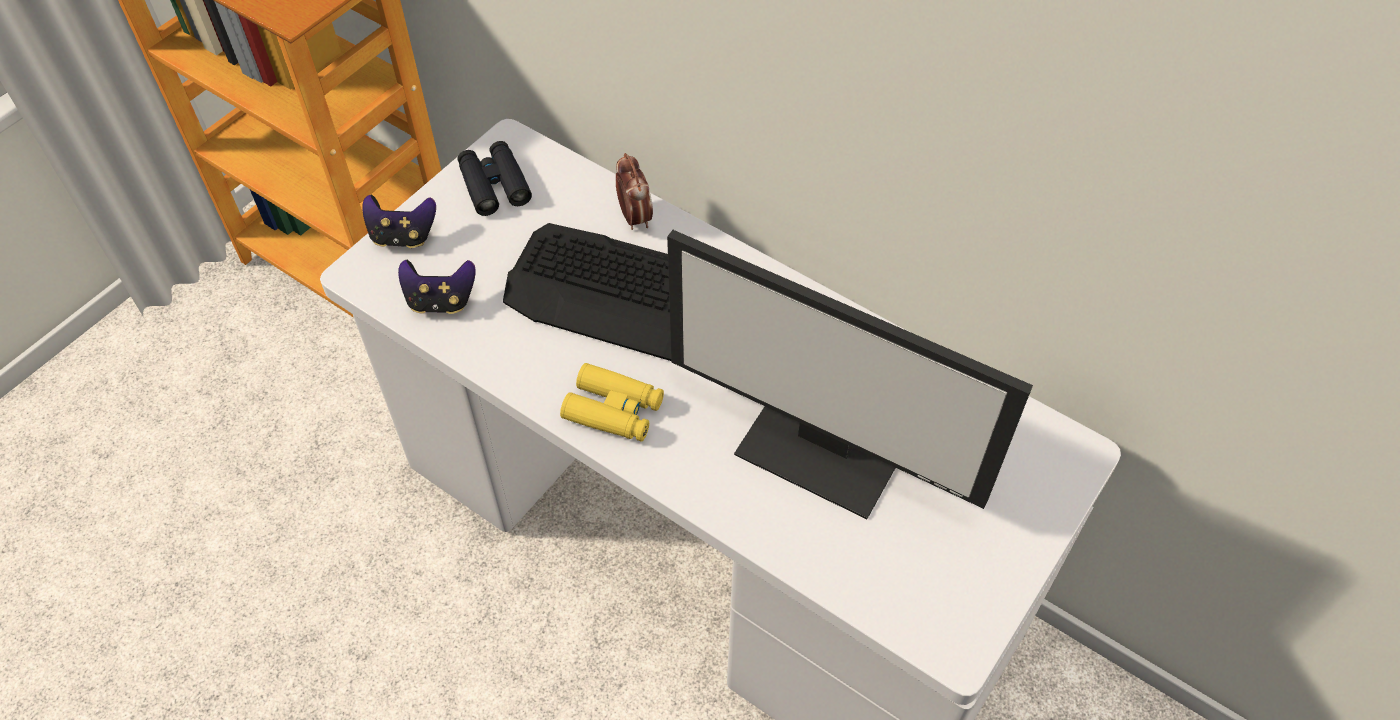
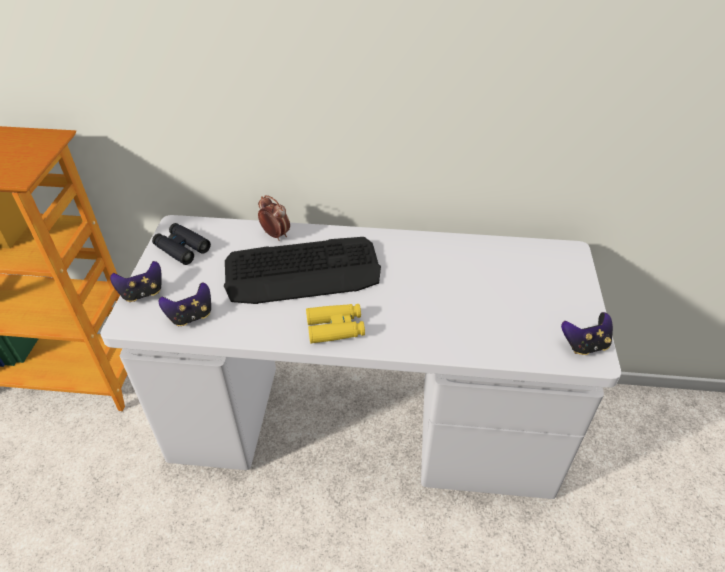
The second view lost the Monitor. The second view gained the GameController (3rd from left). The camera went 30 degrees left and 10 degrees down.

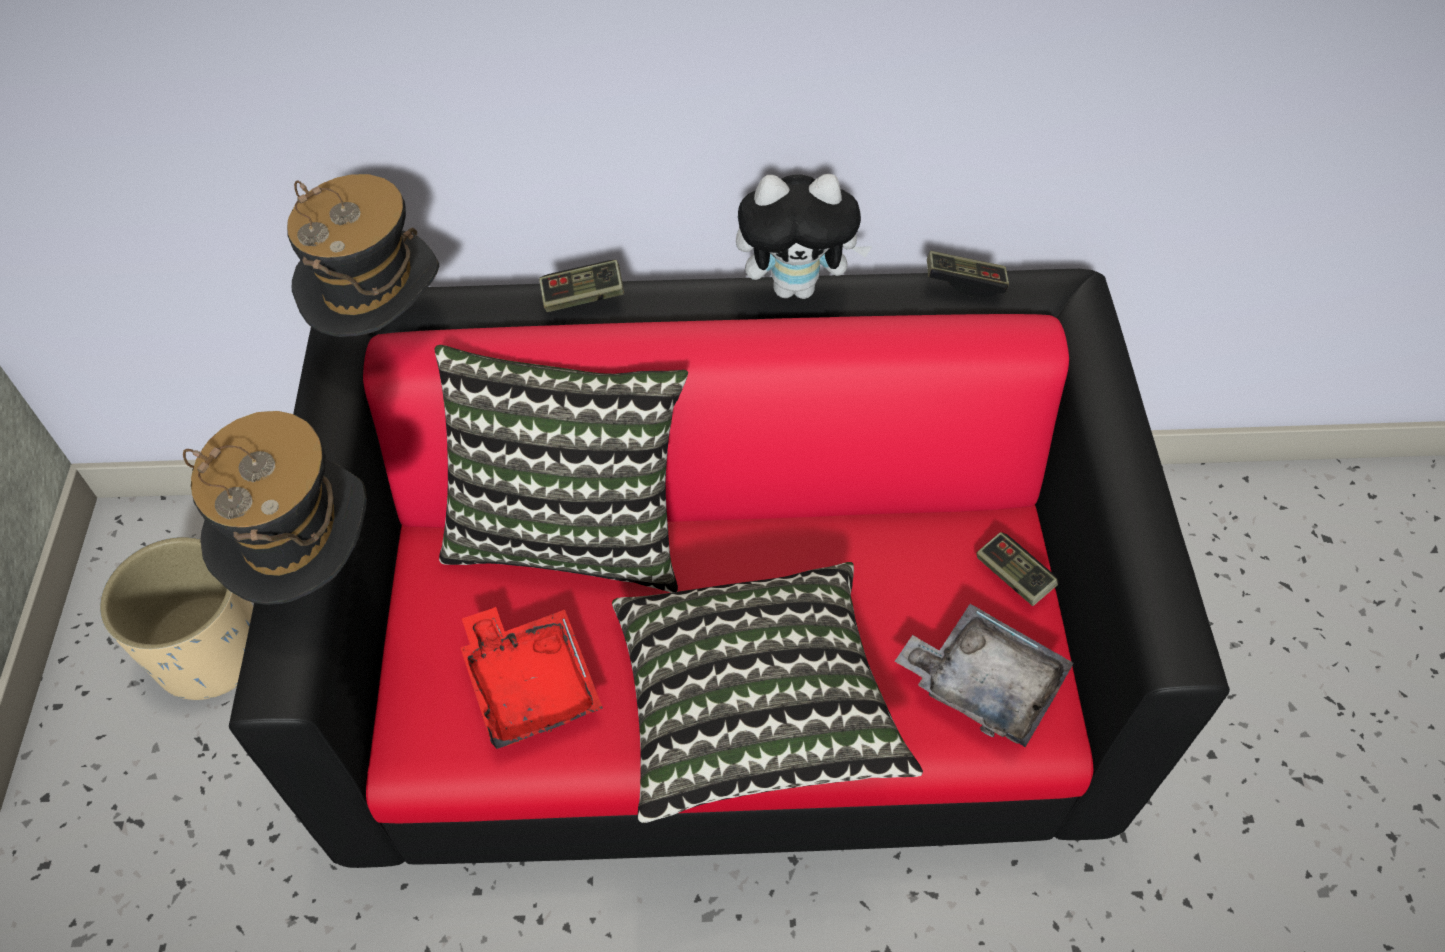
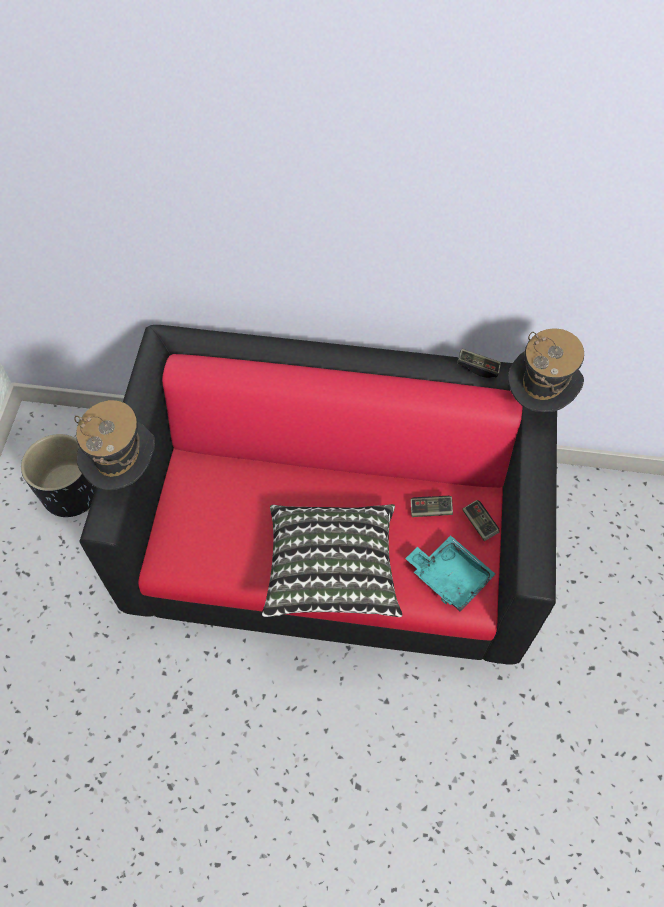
The second view lost the Pillow (1st from left). The second view lost the RedTray. The second view lost the PlushToy. The Hat (2nd from left) ended up elsewhere. The GameController (1st from left) ended up elsewhere. What was the BeigePlanter turned into the BlackPlanter. What was the GreyTray turned into the TurquoiseTray. The camera went 10 degrees right and 5 degrees up.

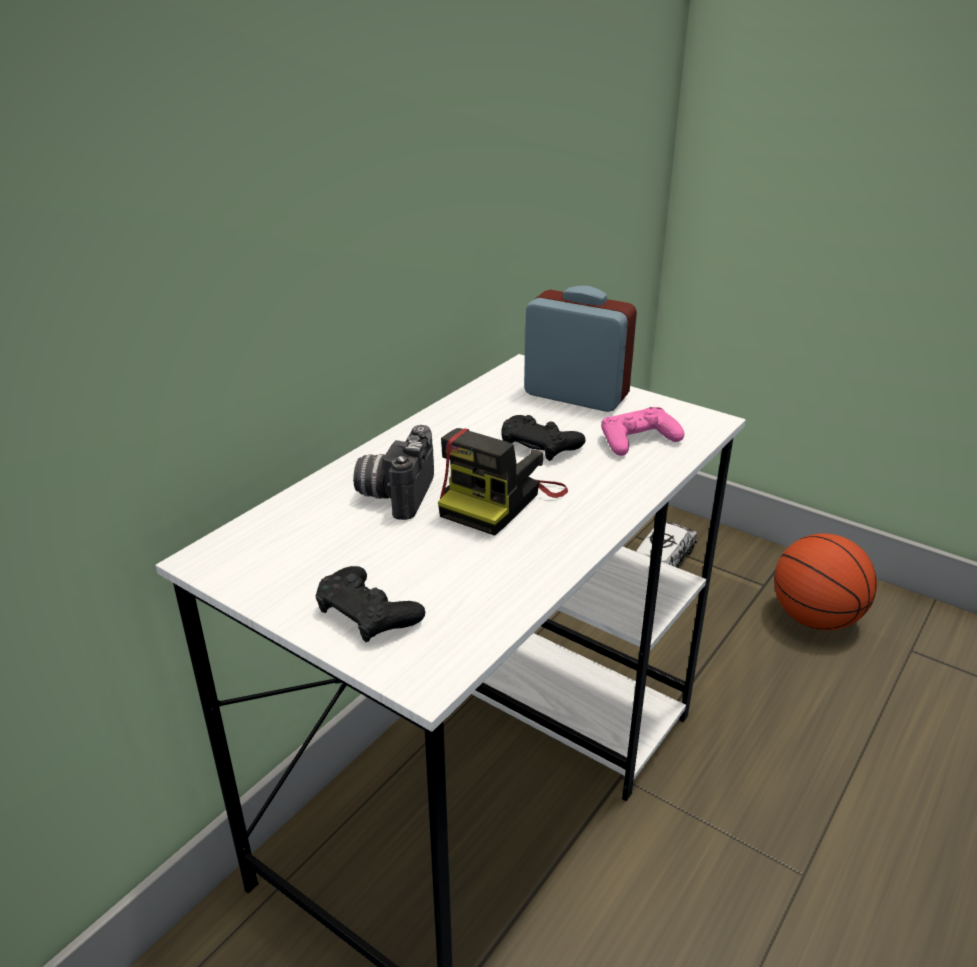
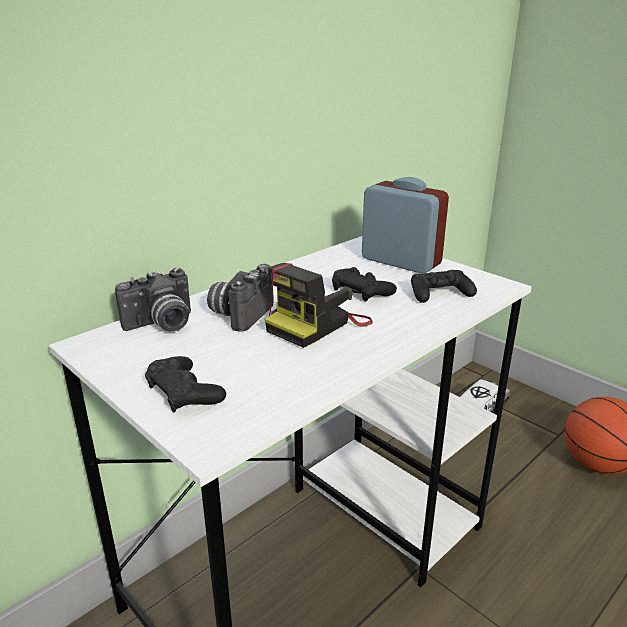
The second view gained the PhotoCamera (1st from left). What was the PinkGameController turned into the BlackGameController (3rd from left). The camera went 10 degrees right and 5 degrees down.

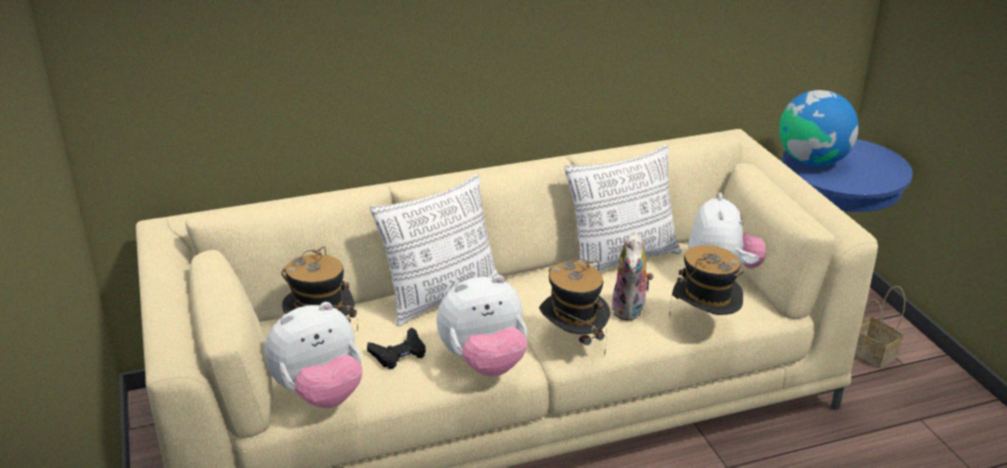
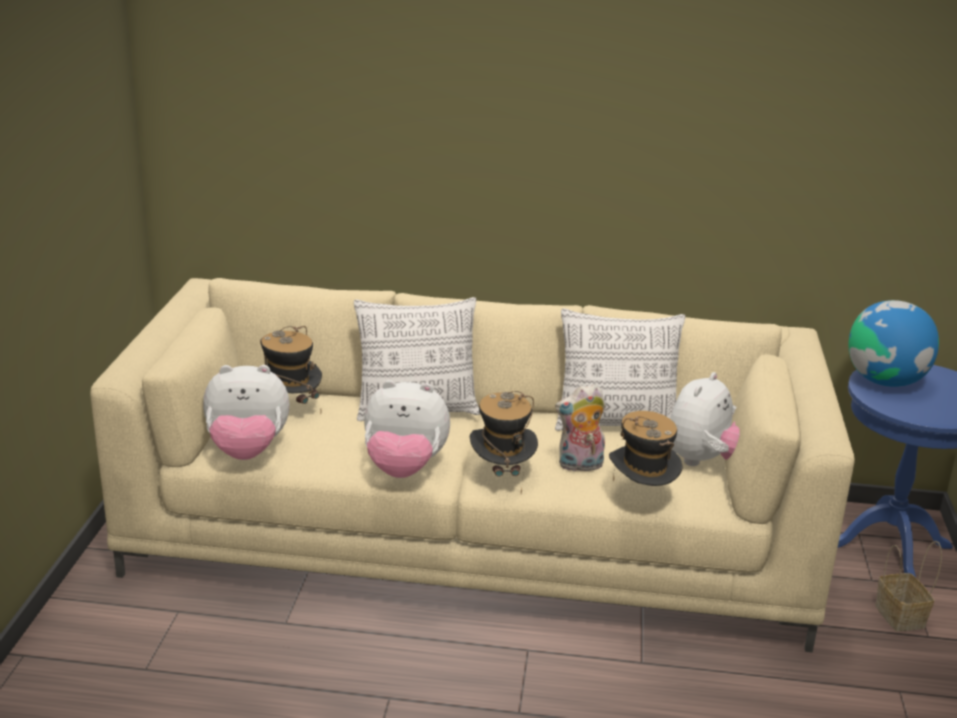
The second view lost the BlackGameController. The PlushToy (3rd from left) ended up facing another way, 45 degrees clockwise from before. The camera went 25 degrees right and 5 degrees down.

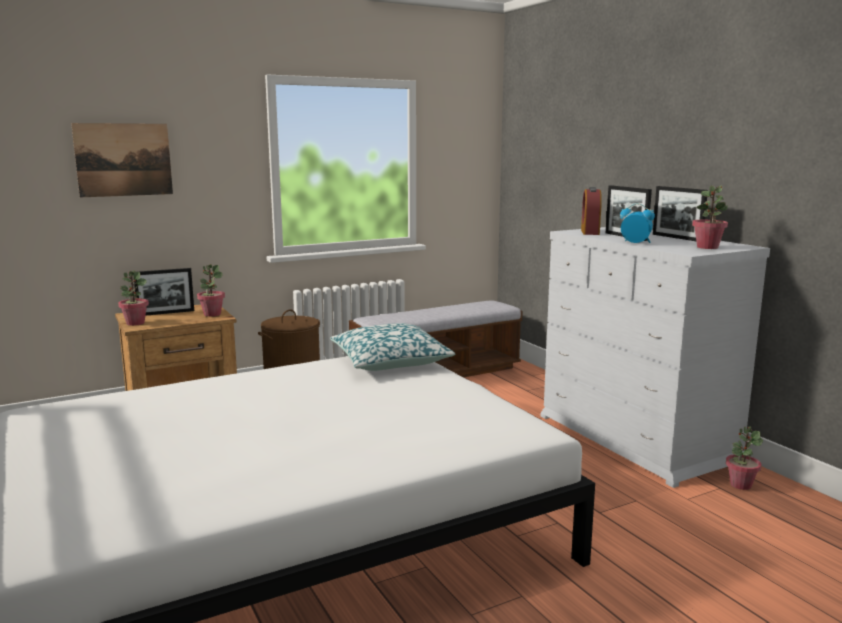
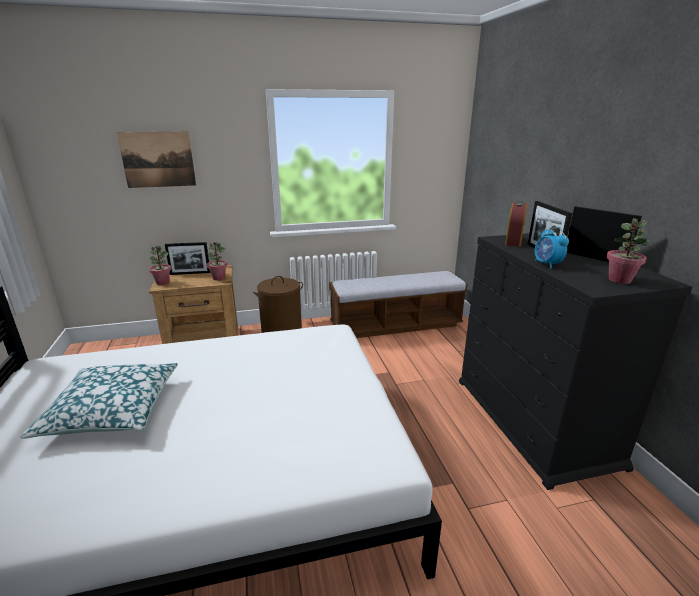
The second view lost the PottedPlant (4th from left). The Pillow ended up elsewhere. What was the WhiteDresser turned into the BlackDresser. The AlarmClock (2nd from left) ended up facing another way, 150 degrees counterclockwise from before. The PictureFrame (3rd from left) ended up facing another way, 150 degrees clockwise from before. The camera went 15 degrees right and 10 degrees up.

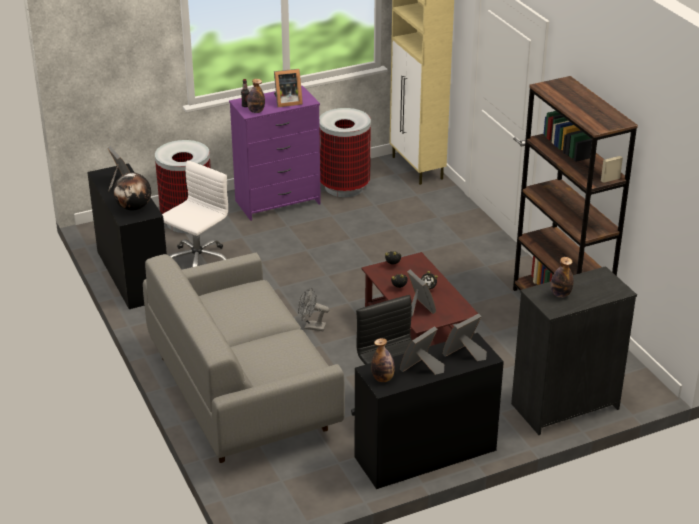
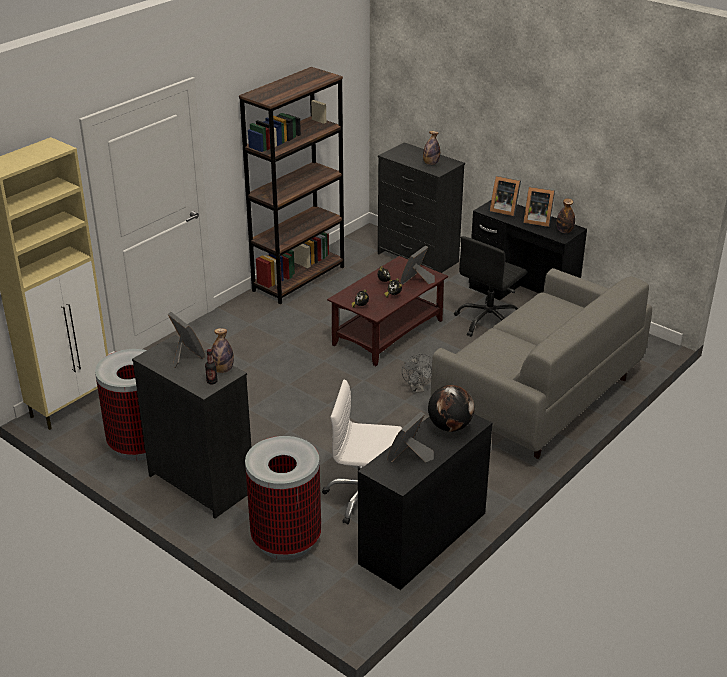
What was the PurpleDresser turned into the BlackDresser (1st from left). The camera went 115 degrees left and 0 degrees up.

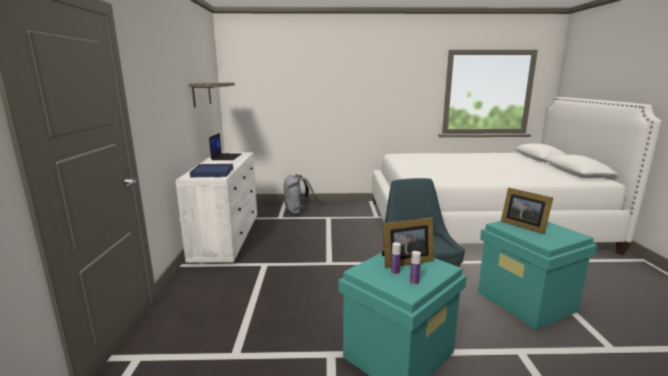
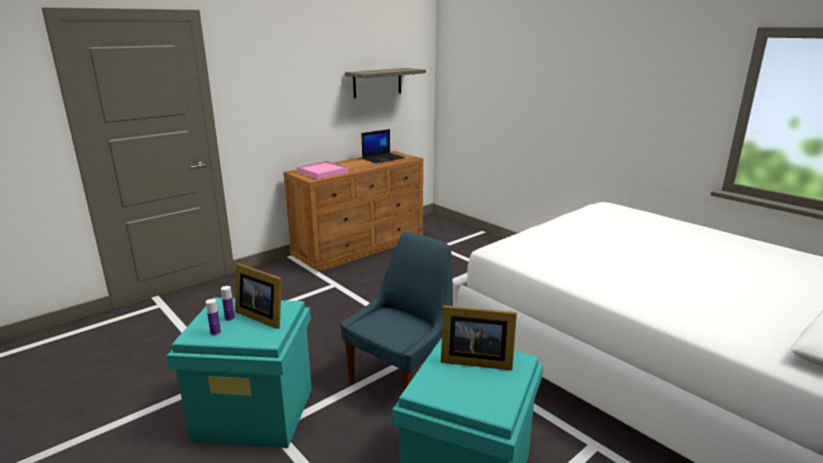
The second view lost the GreyBackpack. What was the WhiteDresser turned into the BrownDresser. What was the BlueTray turned into the PinkTray. The PictureFrame (2nd from left) ended up facing another way, 90 degrees counterclockwise from before. The camera went 50 degrees right and 5 degrees up.

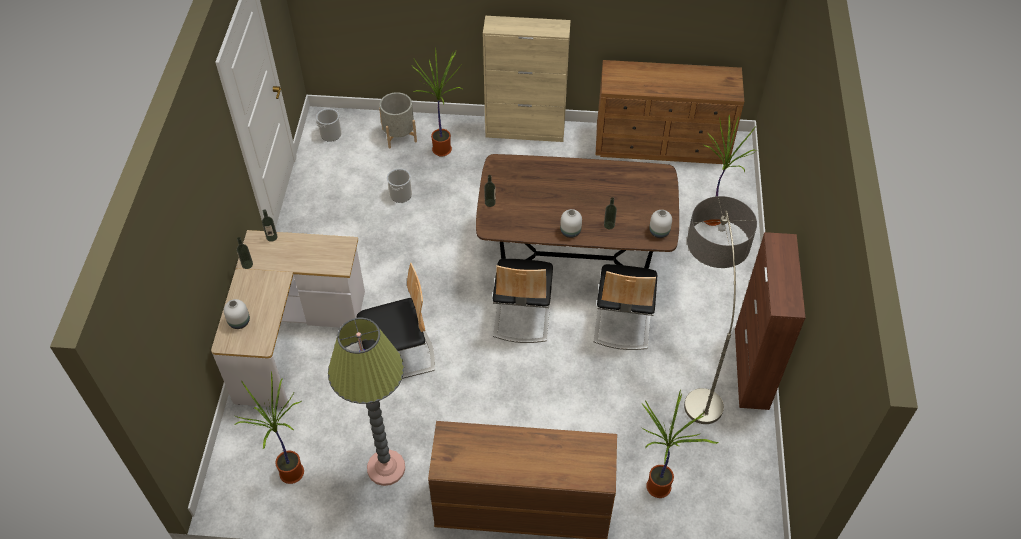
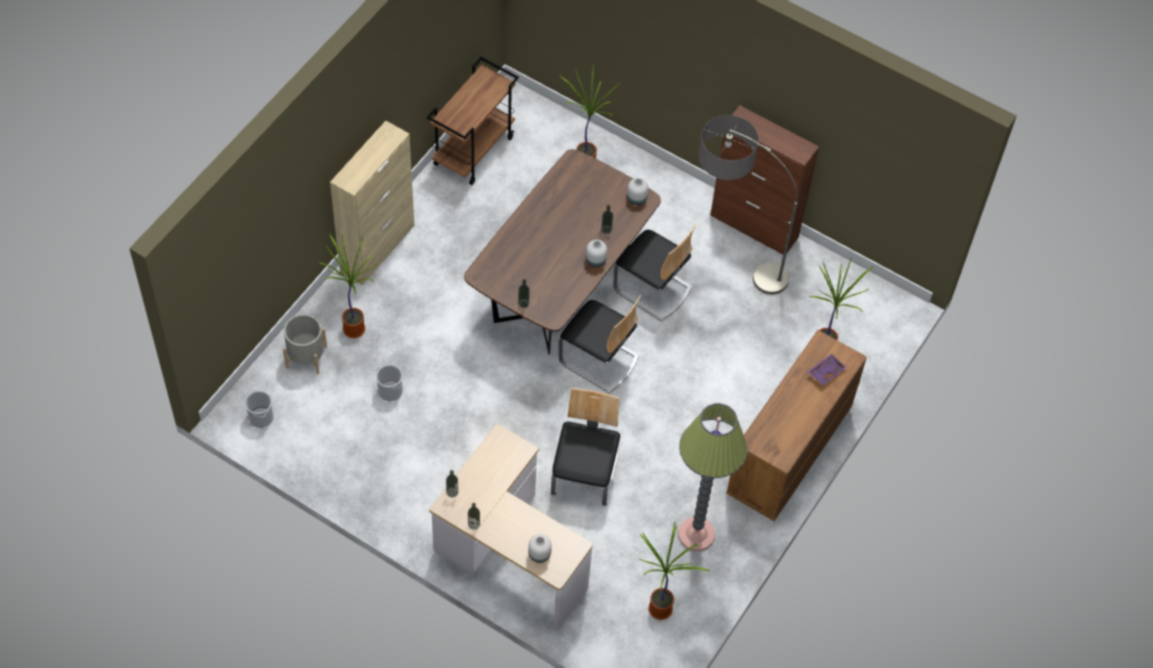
The second view gained the PurpleTray. Where the BrownDresser (2nd from left) stood, the BrownCart came to stand. The camera went 65 degrees left and 5 degrees up.

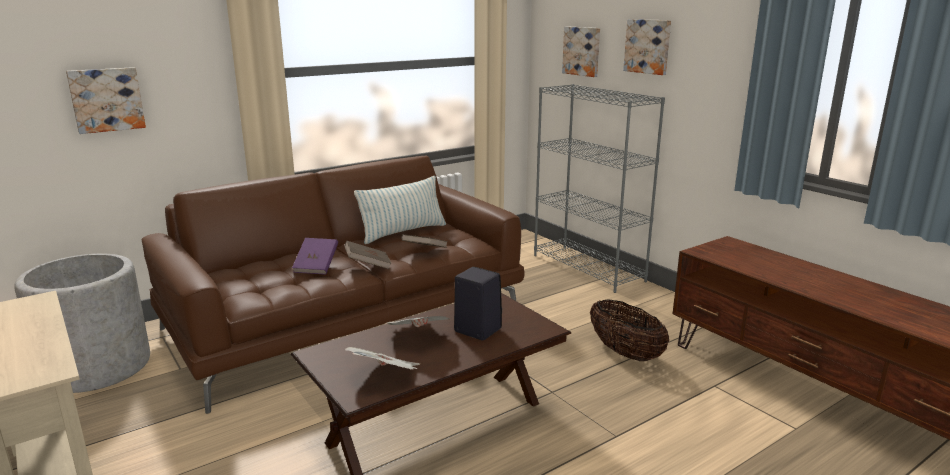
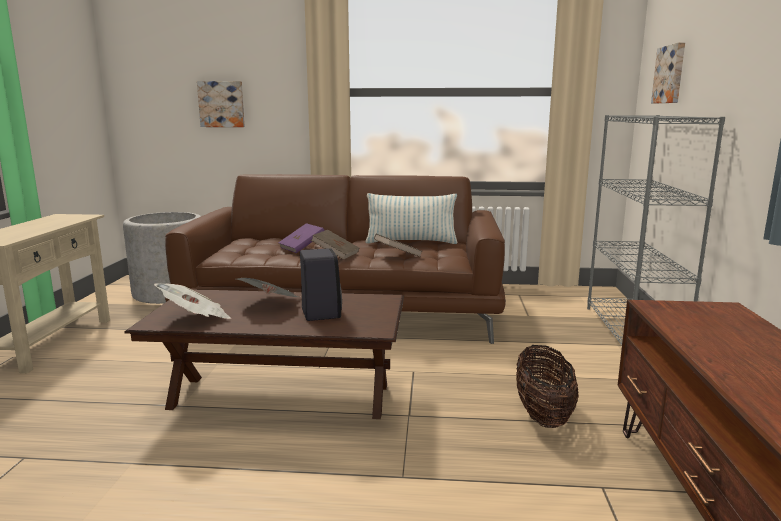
The second view lost the Picture (3rd from left). The camera went 40 degrees right and 5 degrees down.

